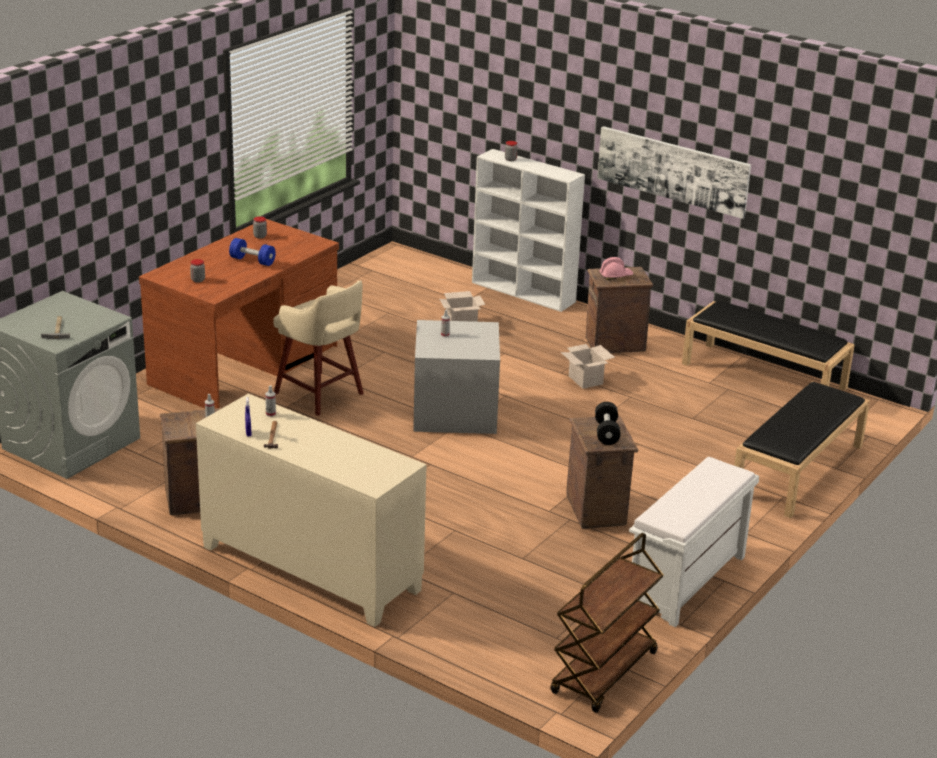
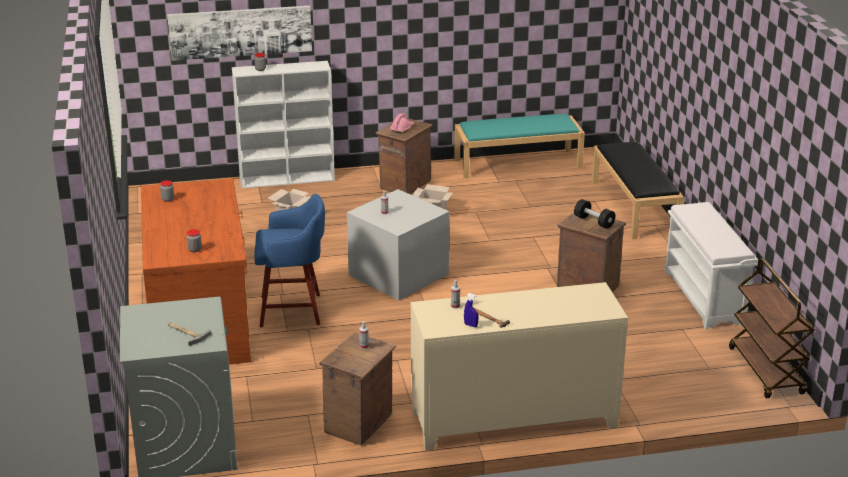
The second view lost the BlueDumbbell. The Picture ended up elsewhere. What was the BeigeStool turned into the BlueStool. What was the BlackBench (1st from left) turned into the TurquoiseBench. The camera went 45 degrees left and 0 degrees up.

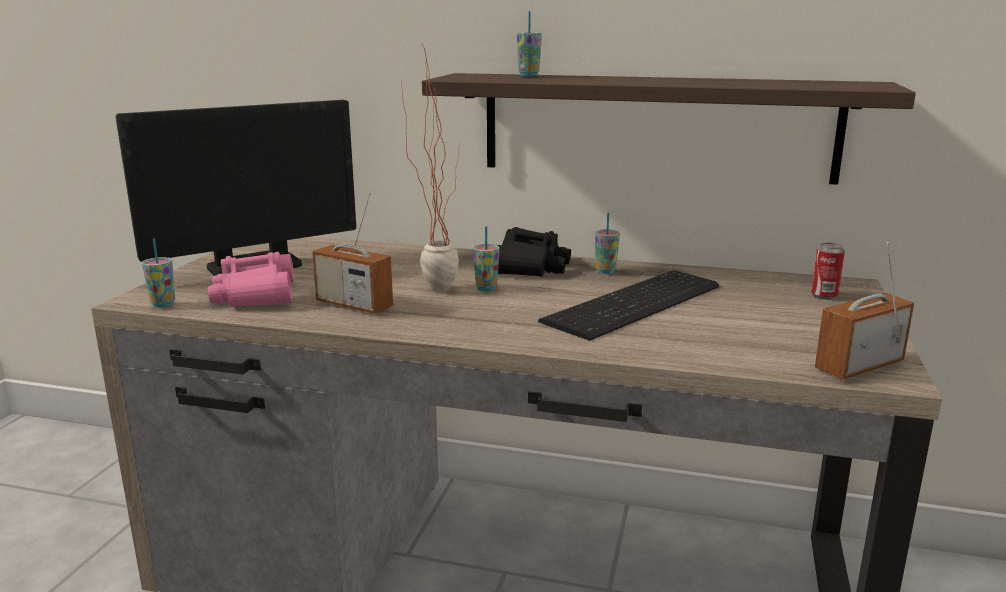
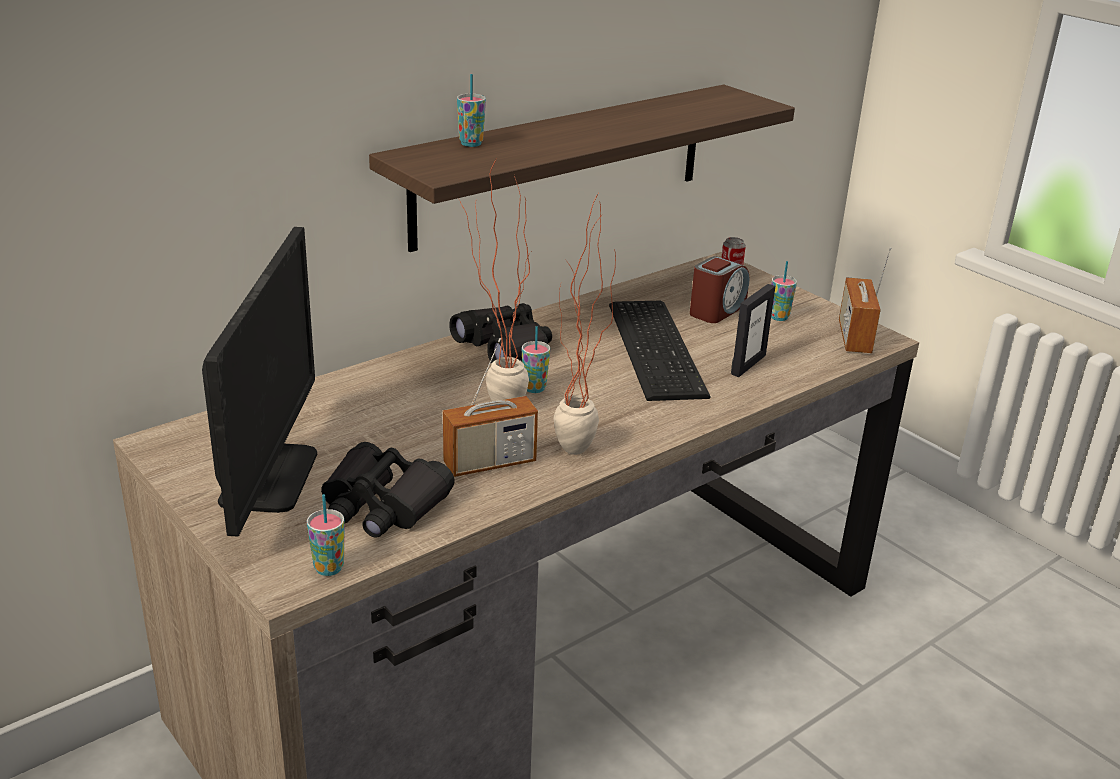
The second view gained the PottedPlant (2nd from left). The second view gained the AlarmClock. The second view gained the PictureFrame. The Cup (4th from left) ended up elsewhere. What was the PinkBinoculars turned into the BlackBinoculars (1st from left). The camera went 55 degrees left and 10 degrees up.

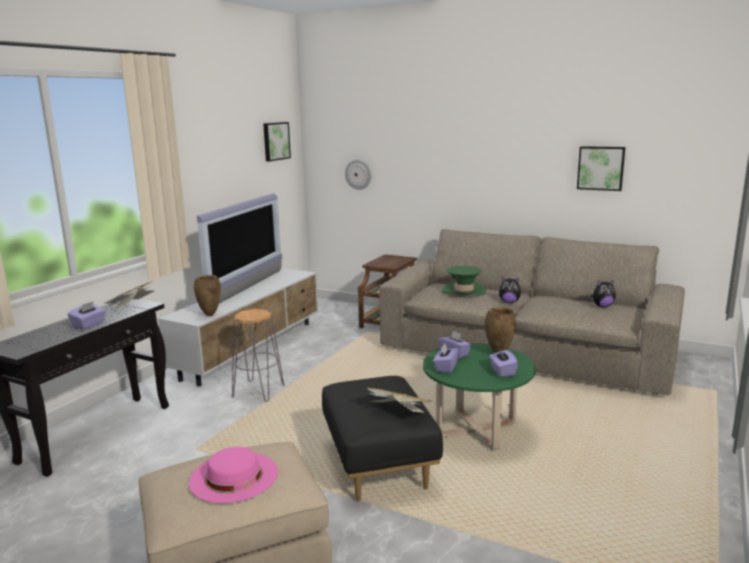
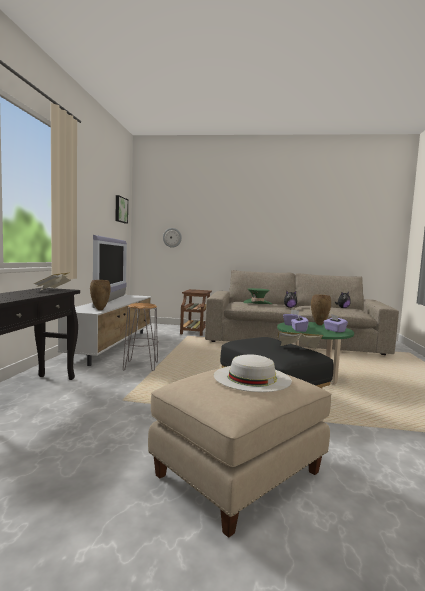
The second view lost the PurpleTissueBox (1st from left). The second view lost the Picture (2nd from left). What was the PinkHat turned into the WhiteHat. The camera went 20 degrees left and 10 degrees down.

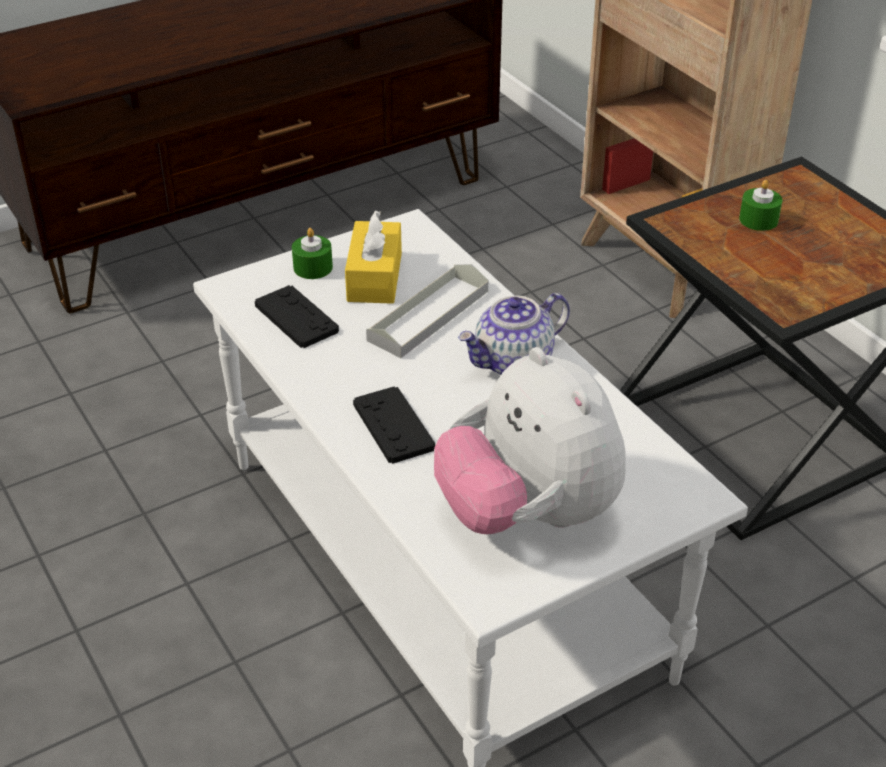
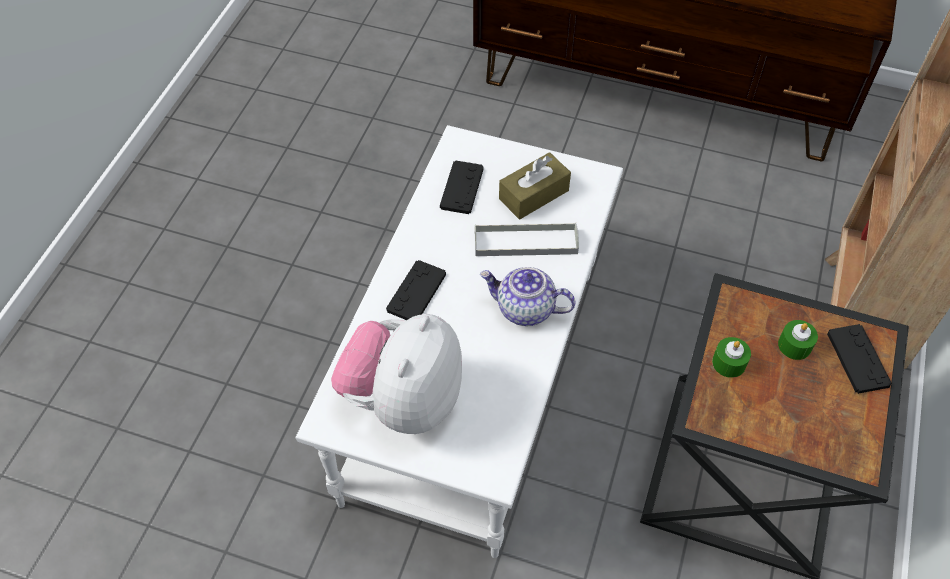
The second view gained the BlackGameController (3rd from left). The GreenCandle (1st from left) ended up elsewhere. What was the YellowTissueBox turned into the BrownTissueBox. The camera went 50 degrees right and 15 degrees up.

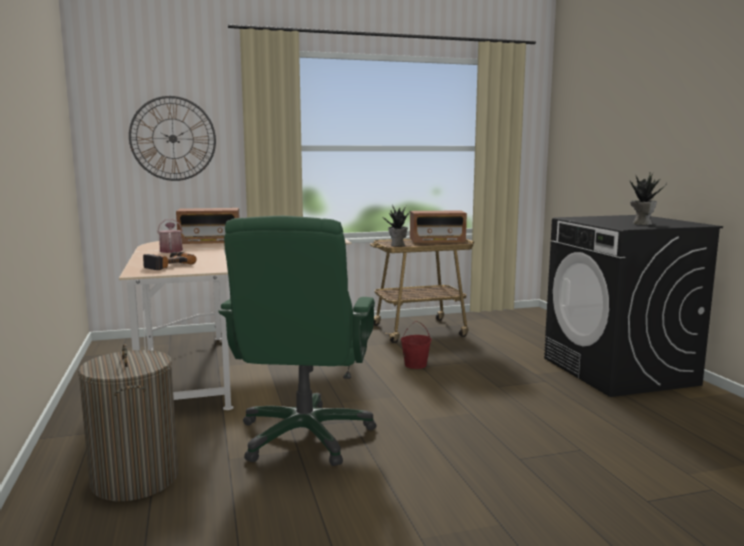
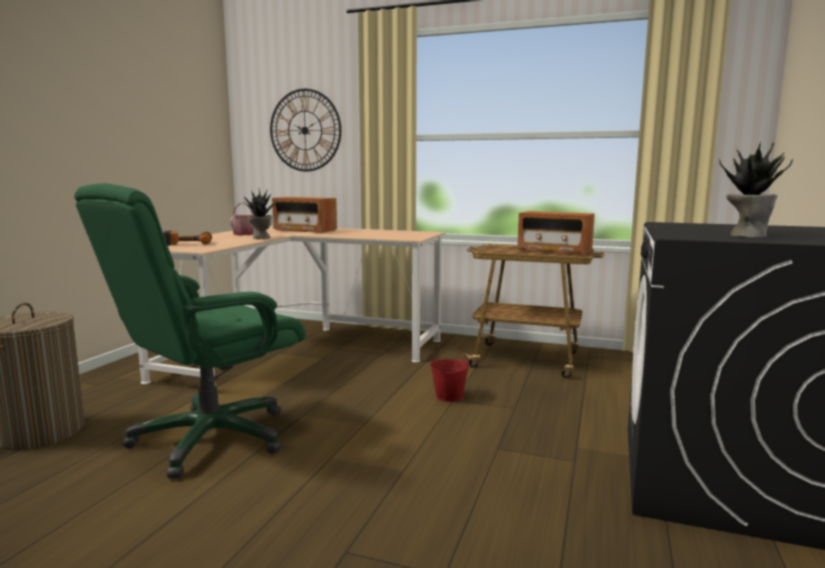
The PottedPlant (1st from left) ended up elsewhere. The camera went 35 degrees right and 0 degrees up.

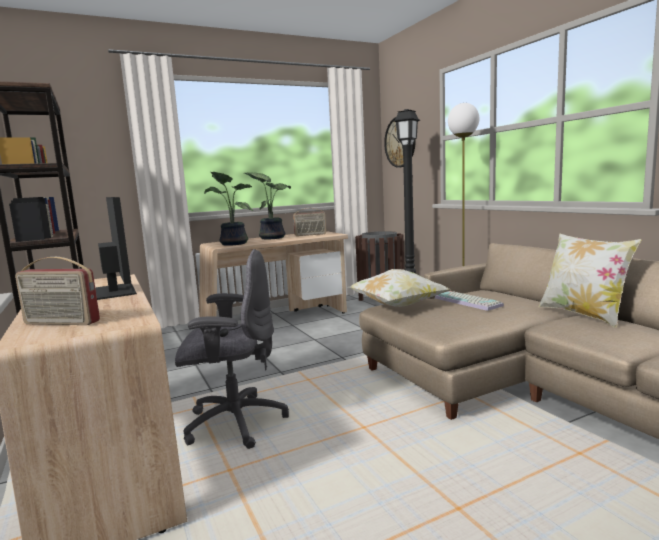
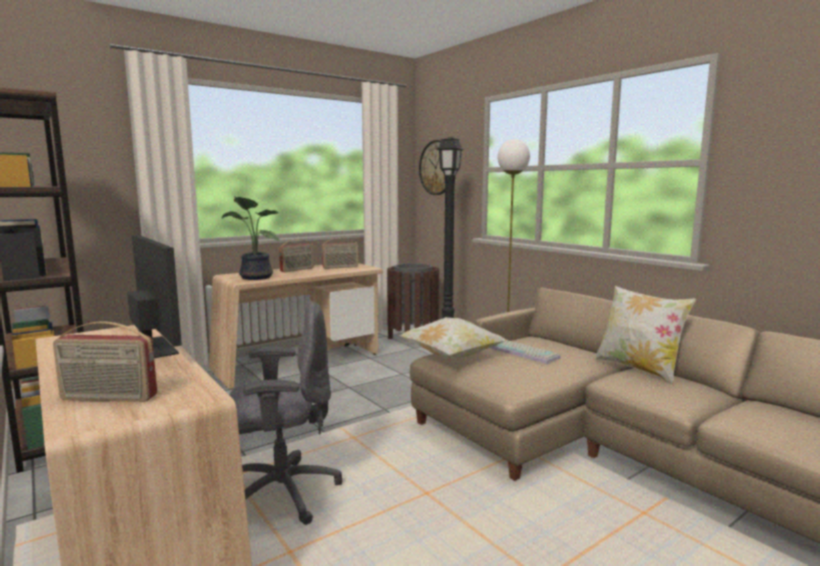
Where the PottedPlant (2nd from left) stood, the Radio (2nd from left) came to stand. The camera went 10 degrees left and 0 degrees up.

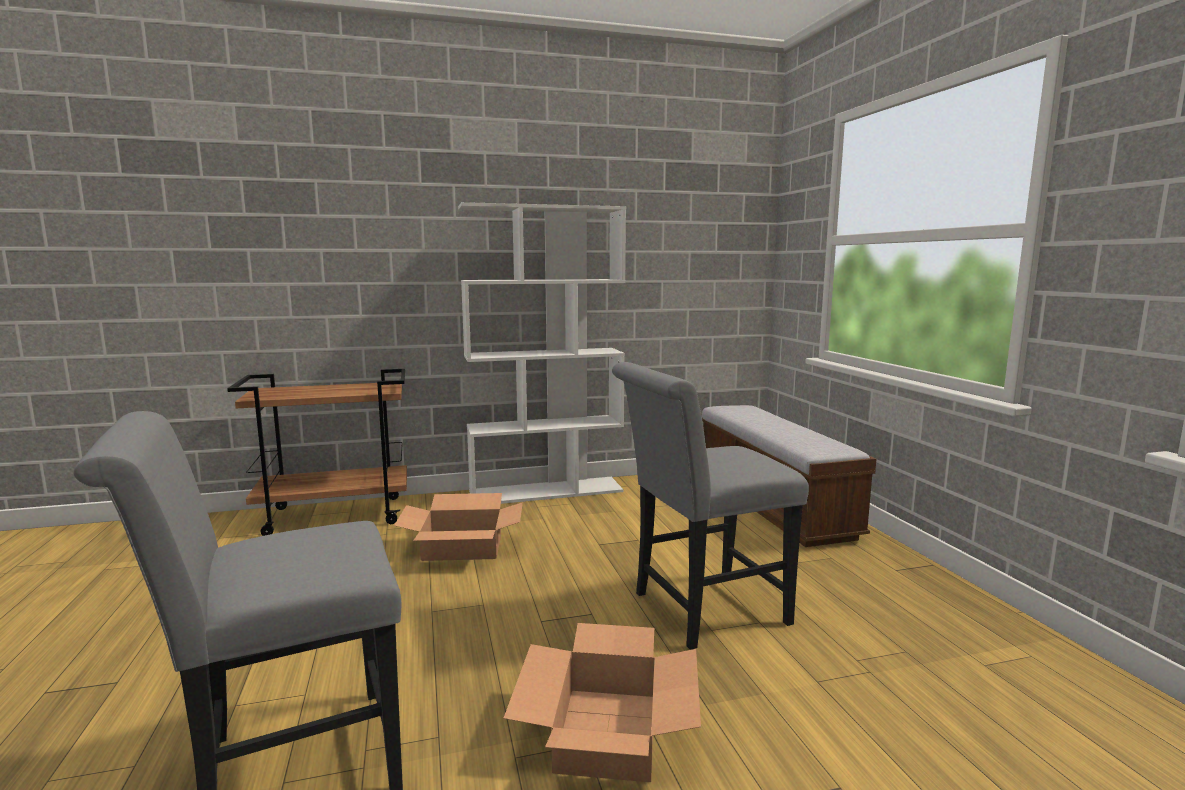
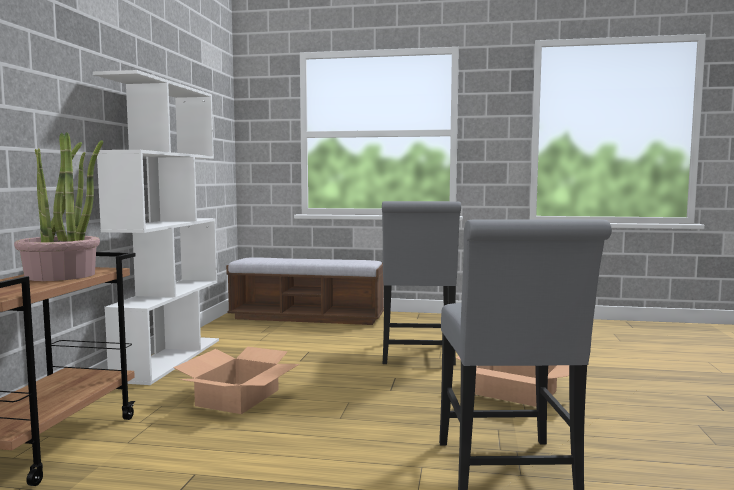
The second view gained the PottedPlant. The camera went 65 degrees left and 5 degrees down.

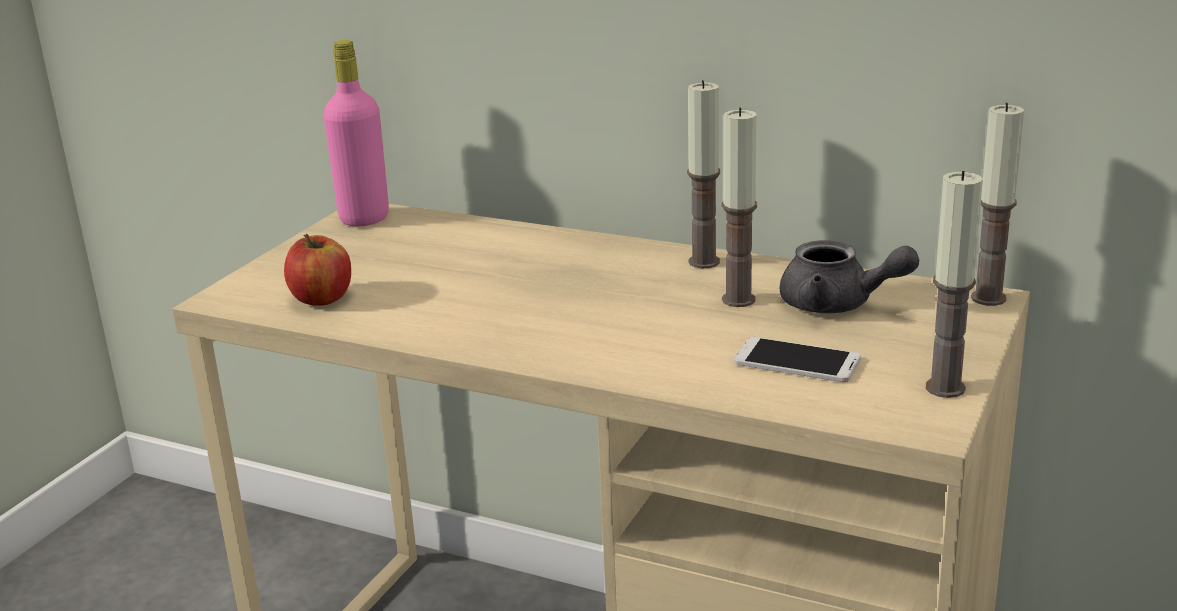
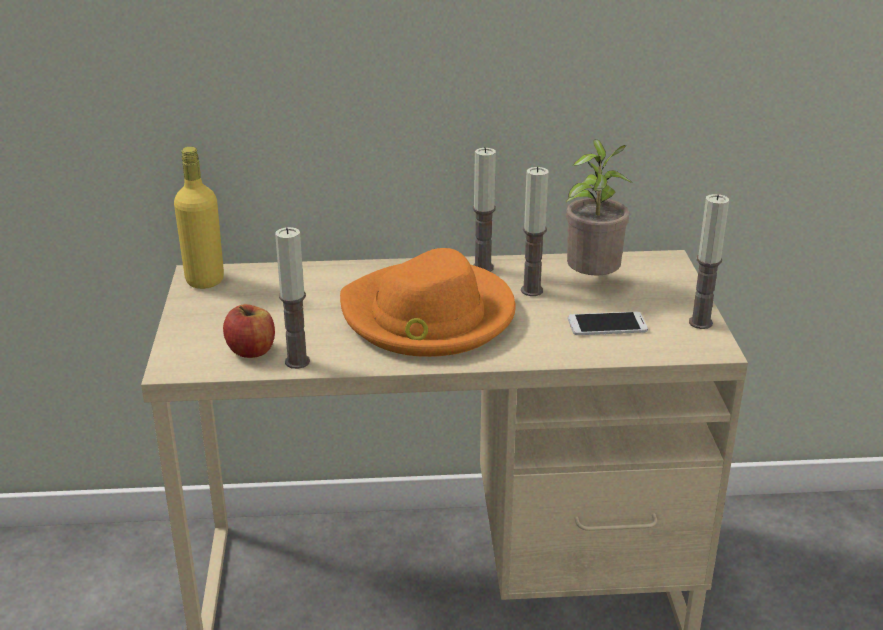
The second view gained the OrangeHat. The Candle (4th from left in the first image) ended up elsewhere. Where the GreyTeapot stood, the PottedPlant came to stand. What was the PinkBottle turned into the YellowBottle. The camera went 30 degrees left and 5 degrees up.

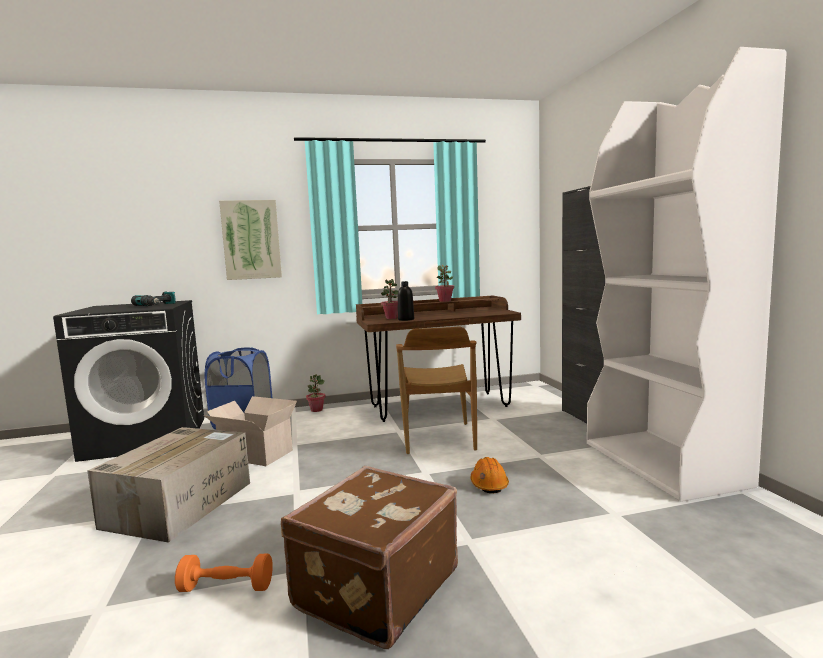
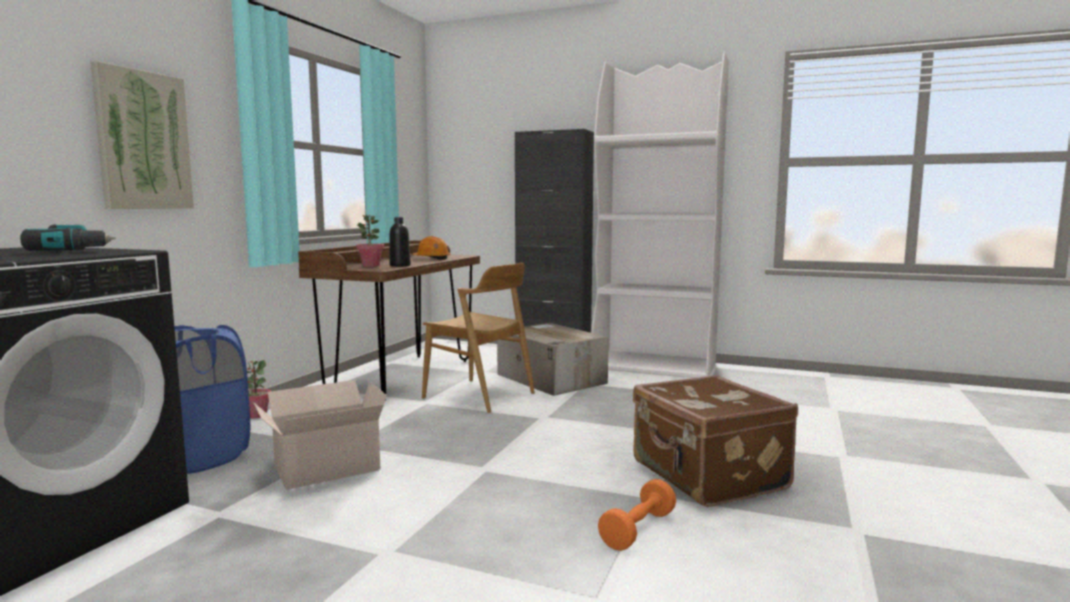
The second view lost the PottedPlant (3rd from left). The CardboardBox (1st from left in the first image) ended up elsewhere. The OrangeHardHat ended up elsewhere. The camera went 55 degrees left and 0 degrees up.

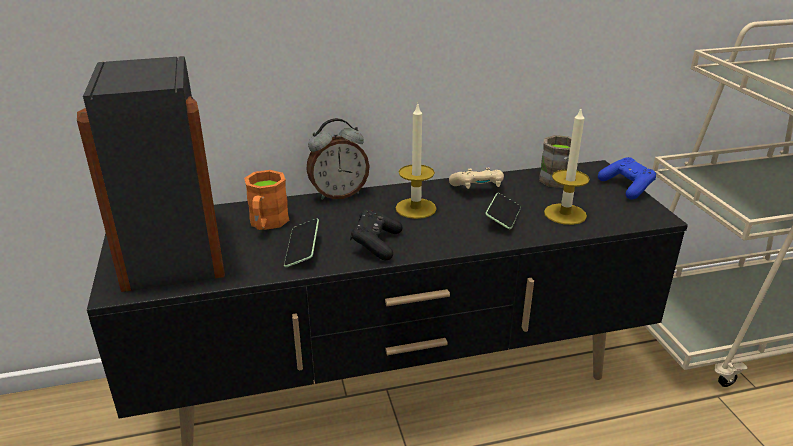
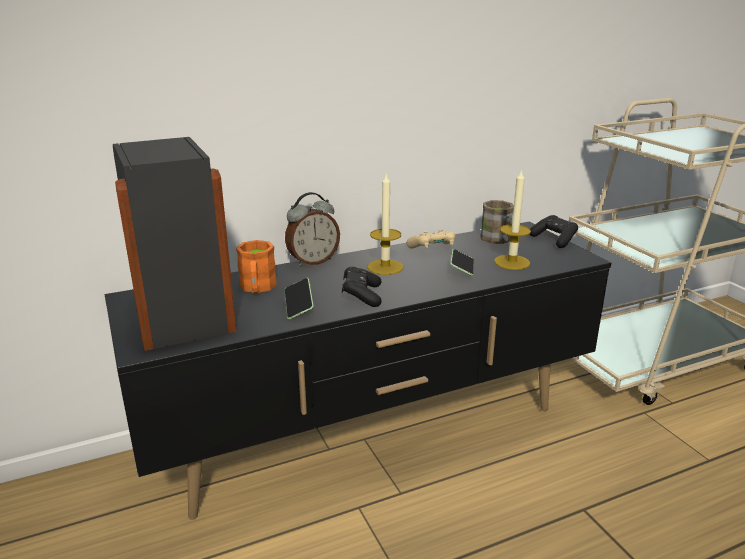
What was the BlueGameController turned into the BlackGameController (2nd from left). The camera went 10 degrees left and 5 degrees down.

